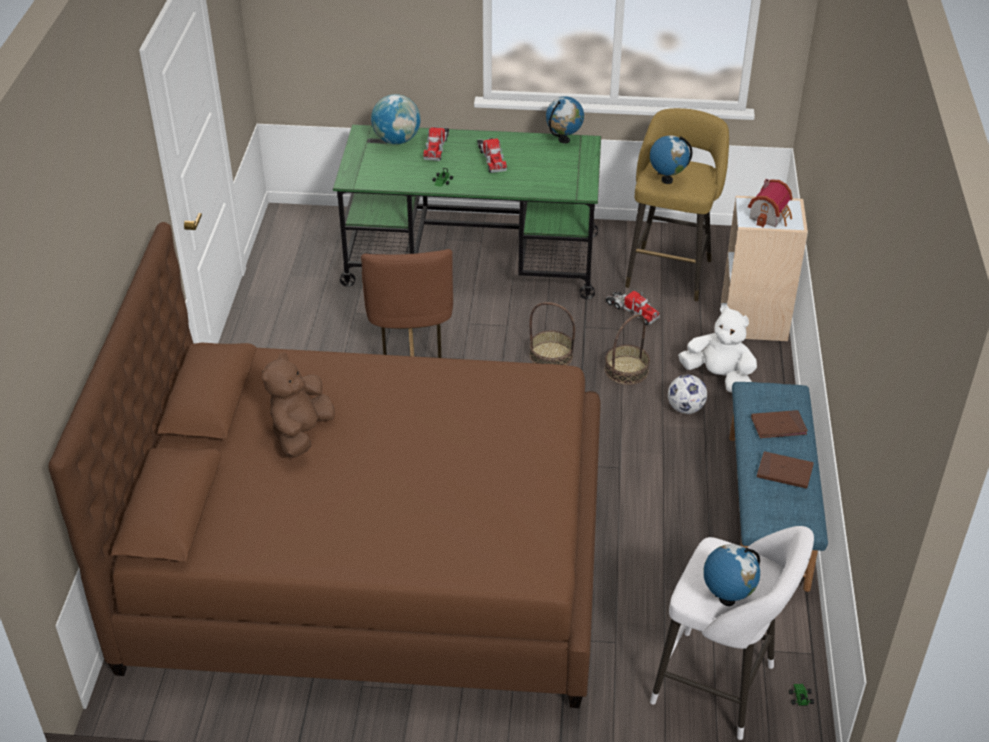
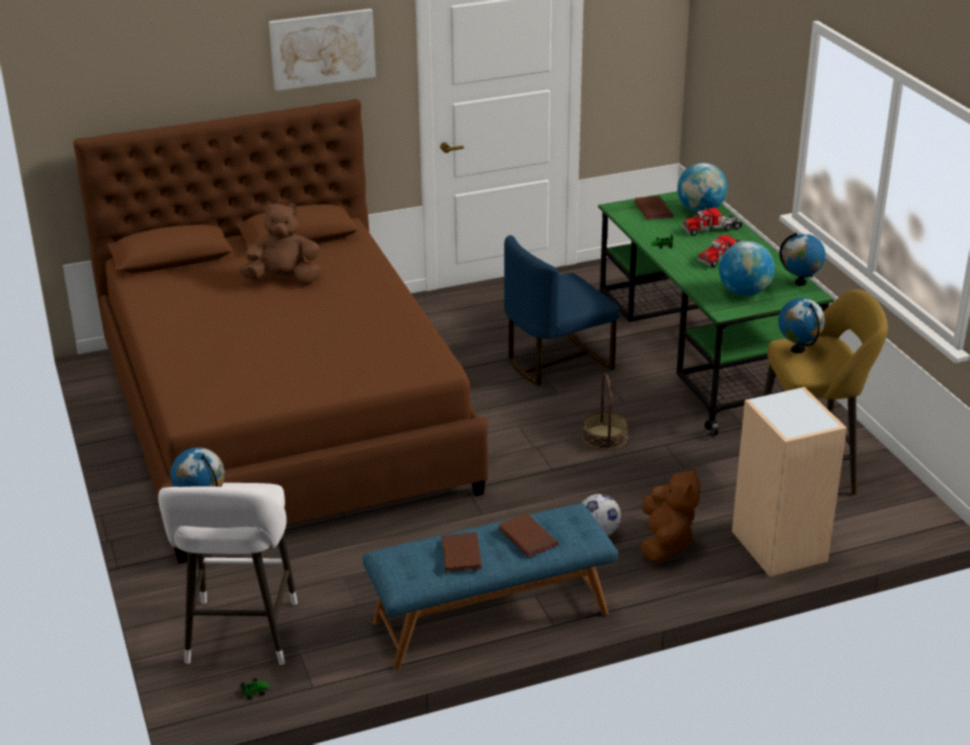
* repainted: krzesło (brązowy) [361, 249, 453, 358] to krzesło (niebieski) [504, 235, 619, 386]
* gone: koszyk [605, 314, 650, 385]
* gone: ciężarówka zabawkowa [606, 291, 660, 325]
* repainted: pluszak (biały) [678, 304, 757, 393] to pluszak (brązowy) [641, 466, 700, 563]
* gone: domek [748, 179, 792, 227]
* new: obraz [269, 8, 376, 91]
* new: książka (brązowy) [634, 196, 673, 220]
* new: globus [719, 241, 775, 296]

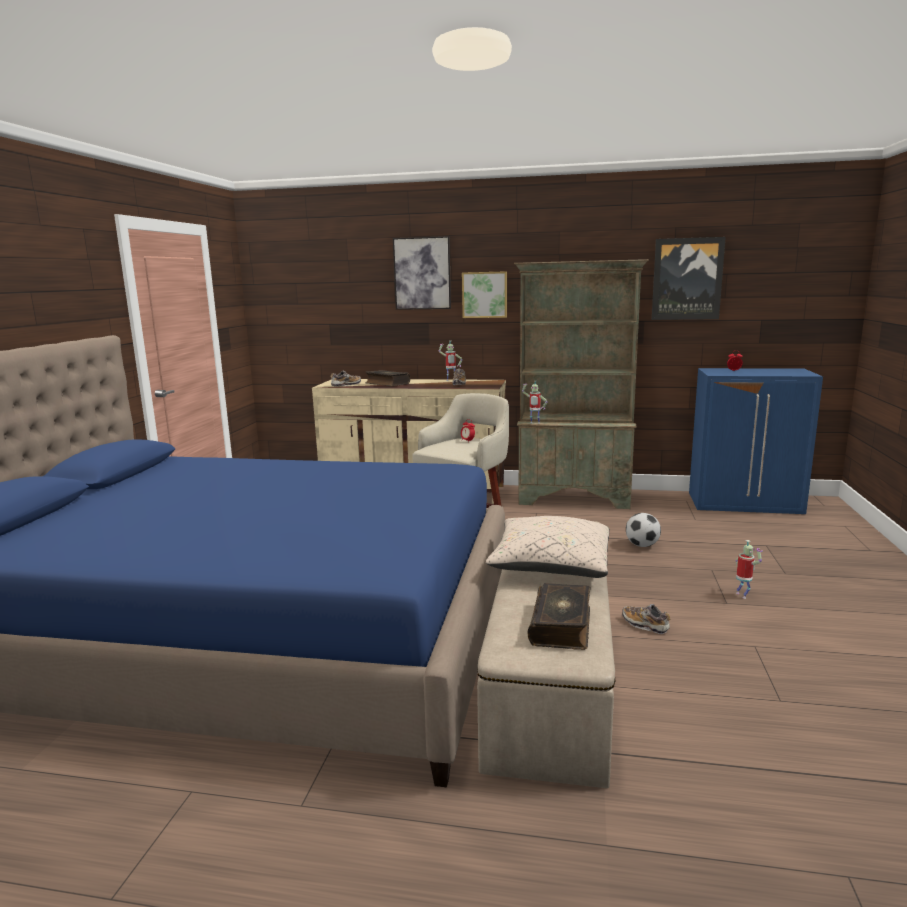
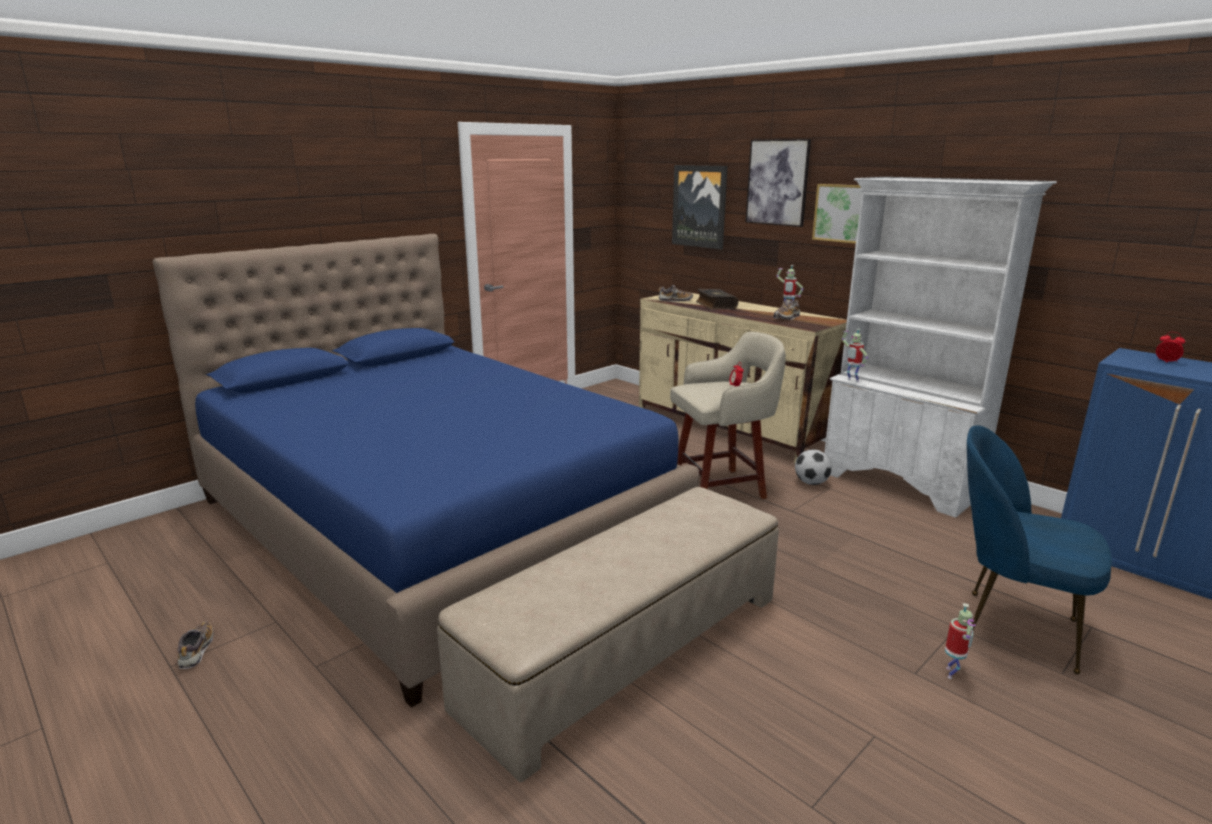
* gone: poduszka (beżowy) [486, 516, 610, 578]
* repainted: regał (zielony) [514, 259, 649, 509] to regał (biały) [824, 177, 1057, 518]
* gone: książka [528, 583, 590, 650]
* shifted: but [622, 604, 670, 634] to [178, 622, 213, 669]
* shifted: piłka futbolowa [626, 513, 661, 547] to [795, 449, 832, 485]
* shifted: obraz [652, 237, 726, 320] to [672, 165, 728, 250]
* new: krzesło (niebieski) [967, 426, 1112, 674]

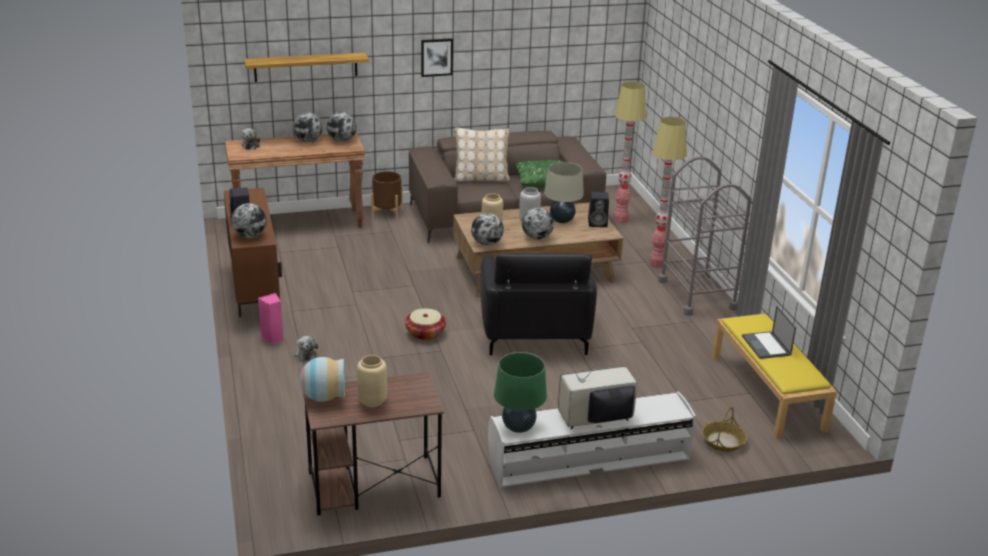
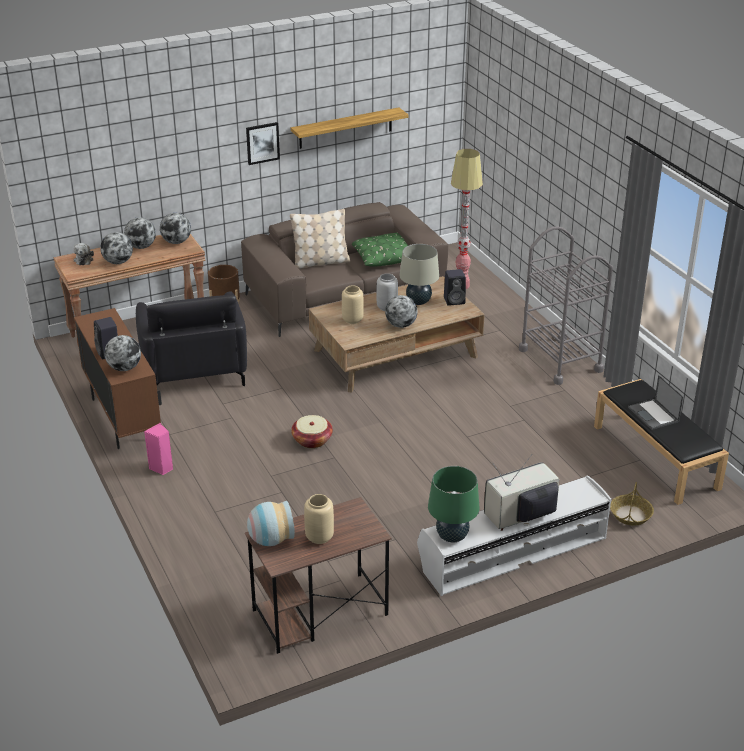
* shifted: półka [244, 52, 369, 82] to [291, 107, 409, 149]
* gone: pluszak [295, 336, 318, 361]
* shifted: globus [471, 213, 504, 246] to [100, 232, 133, 264]
* shifted: fotel (czarny) [480, 253, 597, 355] to [136, 291, 247, 386]
* gone: lampa stojąca [649, 117, 687, 268]
* repainted: ławka (żółty) [712, 313, 837, 439] to ławka (czarny) [594, 379, 729, 505]

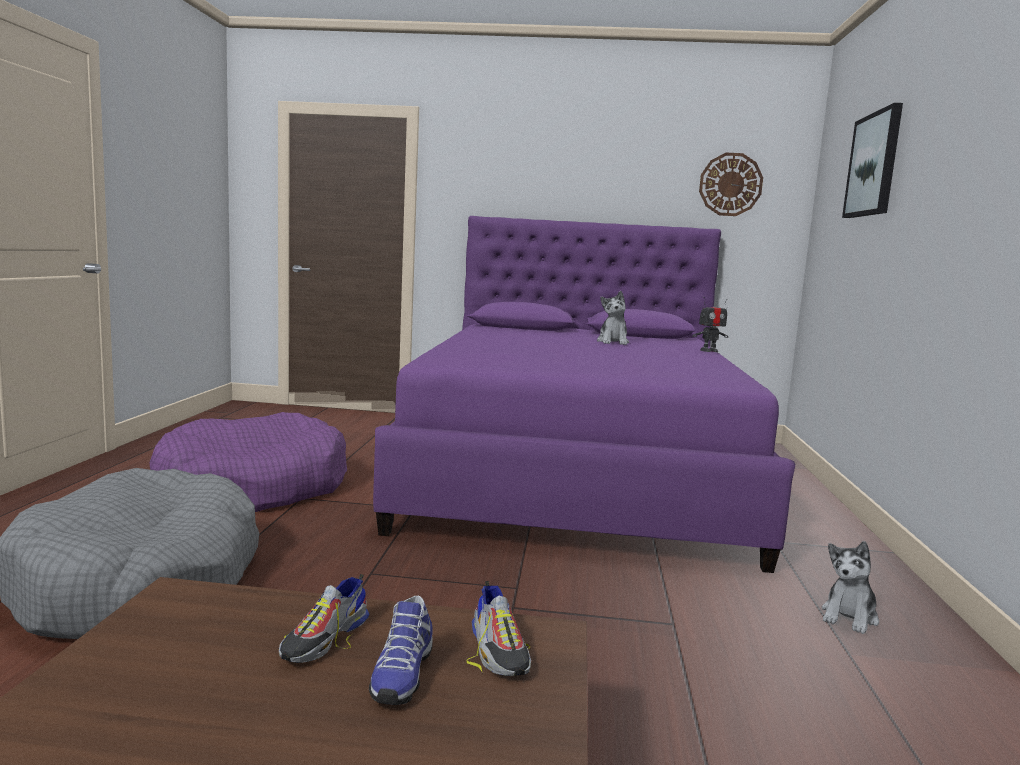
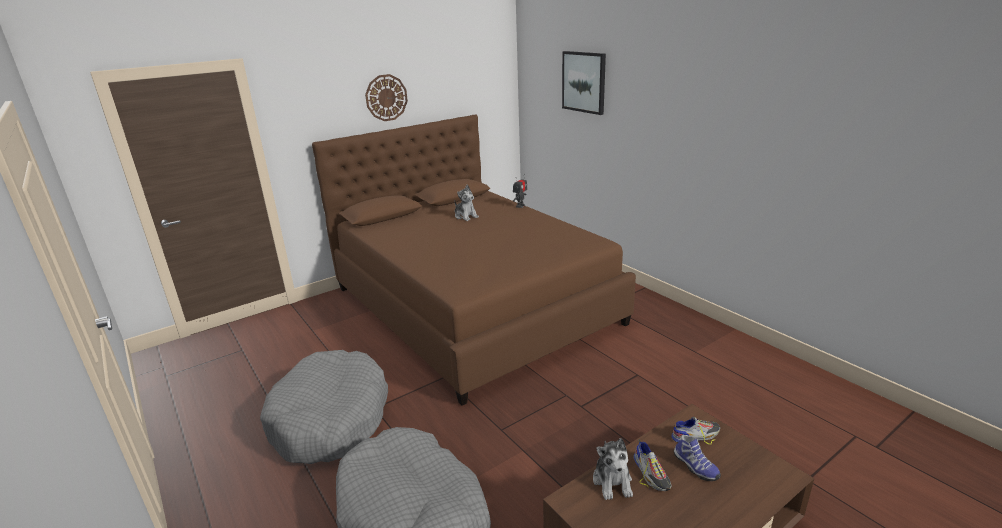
* repainted: legowisko (fioletowy) [149, 412, 347, 512] to legowisko (szary) [260, 350, 388, 464]
* repainted: łóżko (fioletowy) [373, 216, 796, 573] to łóżko (brązowy) [312, 115, 636, 406]
* rotated: but [466, 581, 531, 676] = [671, 417, 720, 445] 45 degrees counterclockwise
* shifted: zegar ścienny [699, 153, 763, 216] to [365, 74, 408, 121]
* shifted: pluszak [822, 541, 879, 634] to [593, 438, 633, 500]

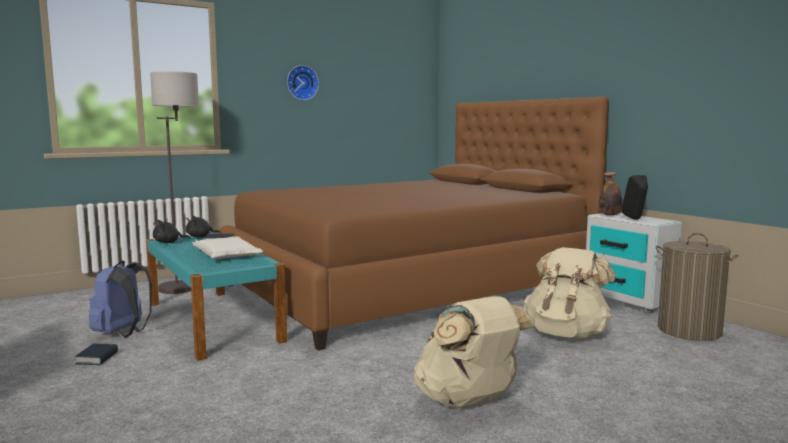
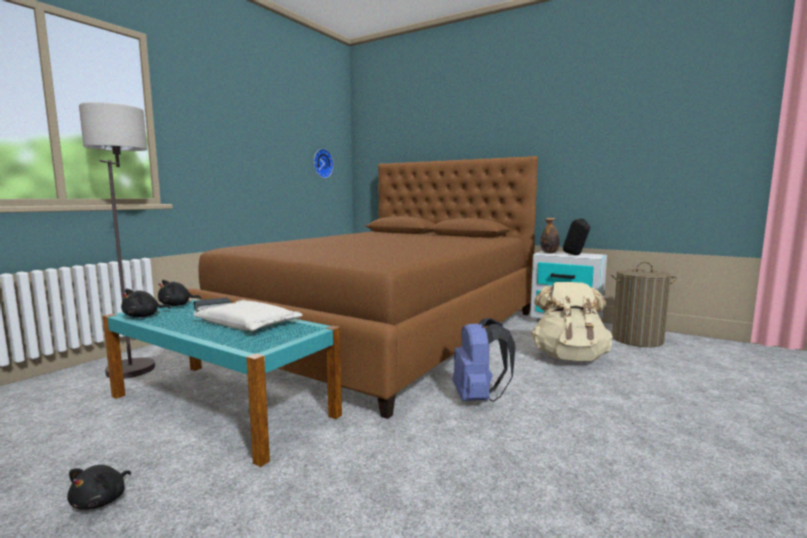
* swapped: książka [75, 344, 118, 365] to pluszak (czarny) [67, 465, 131, 510]
* shifted: plecak (niebieski) [89, 261, 152, 338] to [453, 317, 515, 402]
* shifted: zegar ścienny [287, 65, 319, 100] to [314, 149, 334, 178]
* gone: plecak (beżowy) [413, 297, 535, 408]

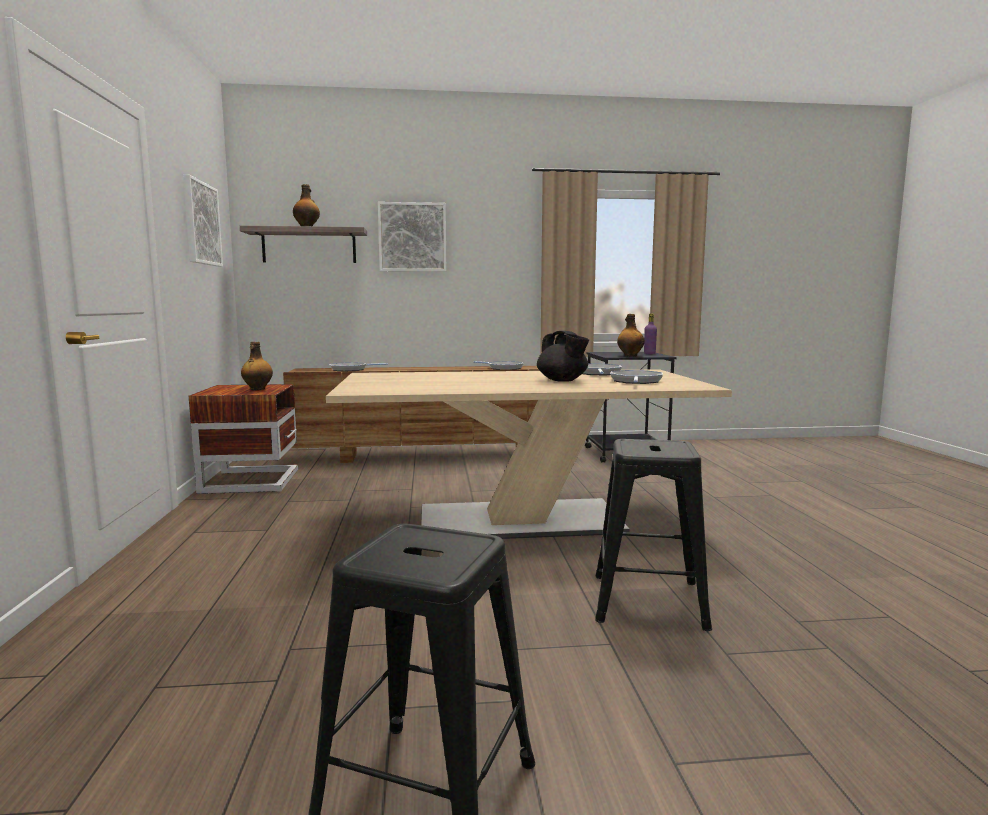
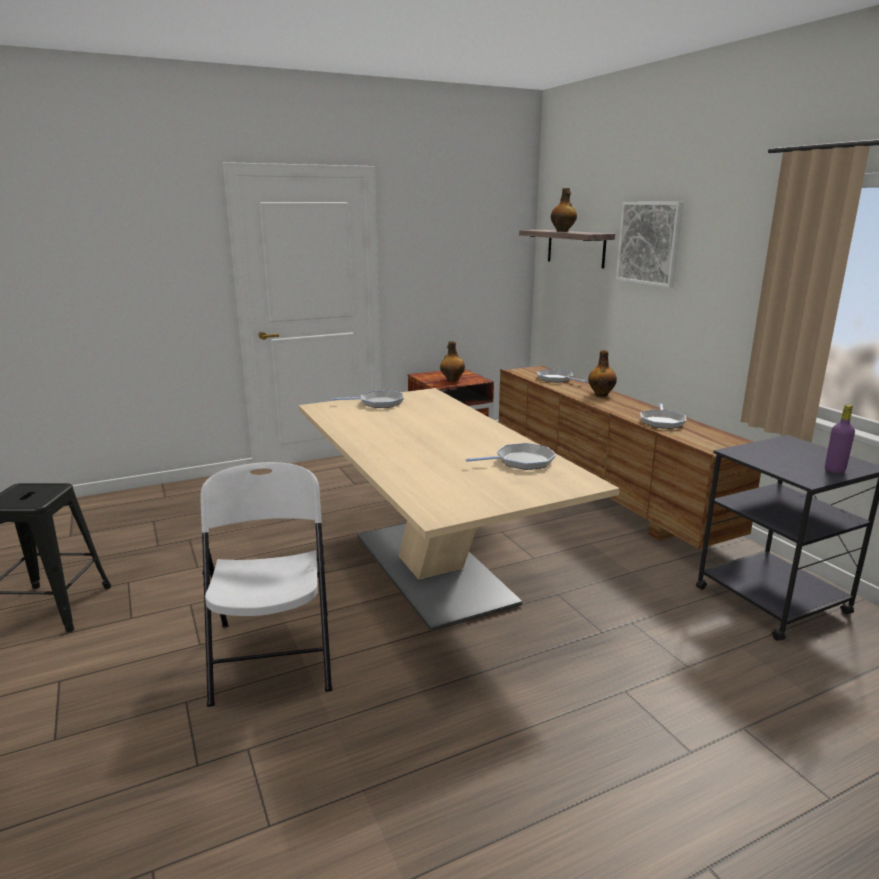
* gone: obraz [183, 174, 223, 267]
* gone: imbryk (czarny) [537, 331, 589, 382]
* swapped: stołek (czarny) [595, 439, 712, 631] to krzesło (biały) [200, 462, 332, 707]
* shifted: patelnia [610, 370, 663, 384] to [333, 390, 404, 408]
* shifted: butelka [617, 314, 645, 357] to [588, 350, 617, 397]

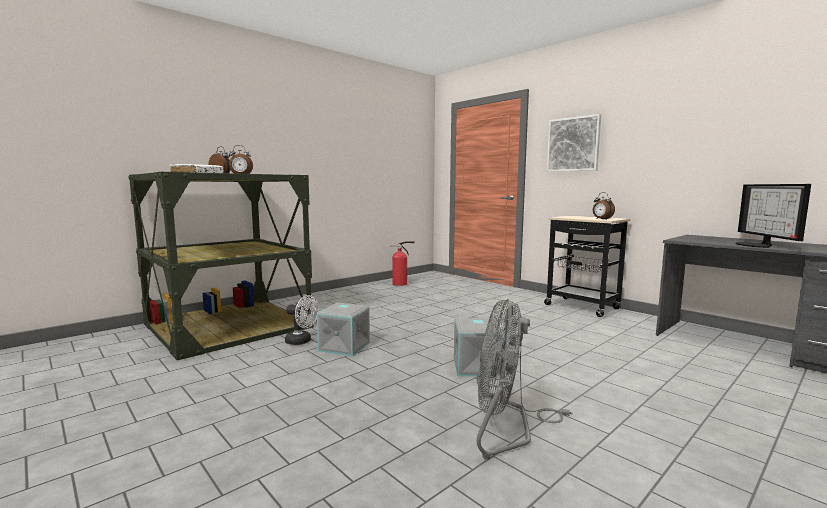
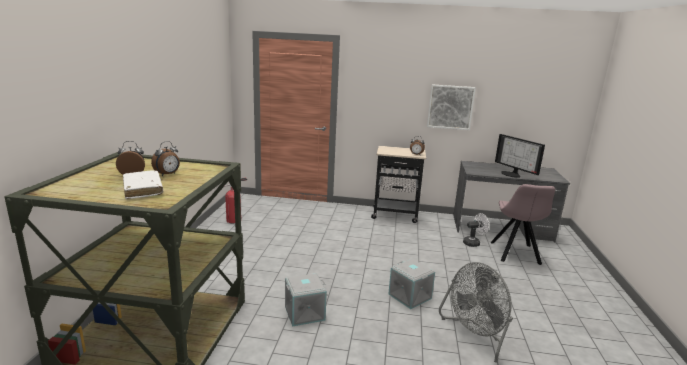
* shifted: wentylator (biały) [285, 295, 319, 345] to [463, 213, 489, 247]
* shifted: obraz [547, 114, 601, 172] to [427, 84, 476, 130]
* new: krzesło (różowy) [490, 184, 555, 265]

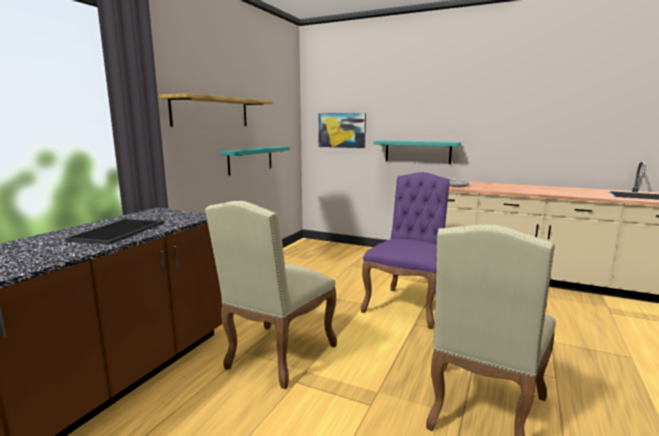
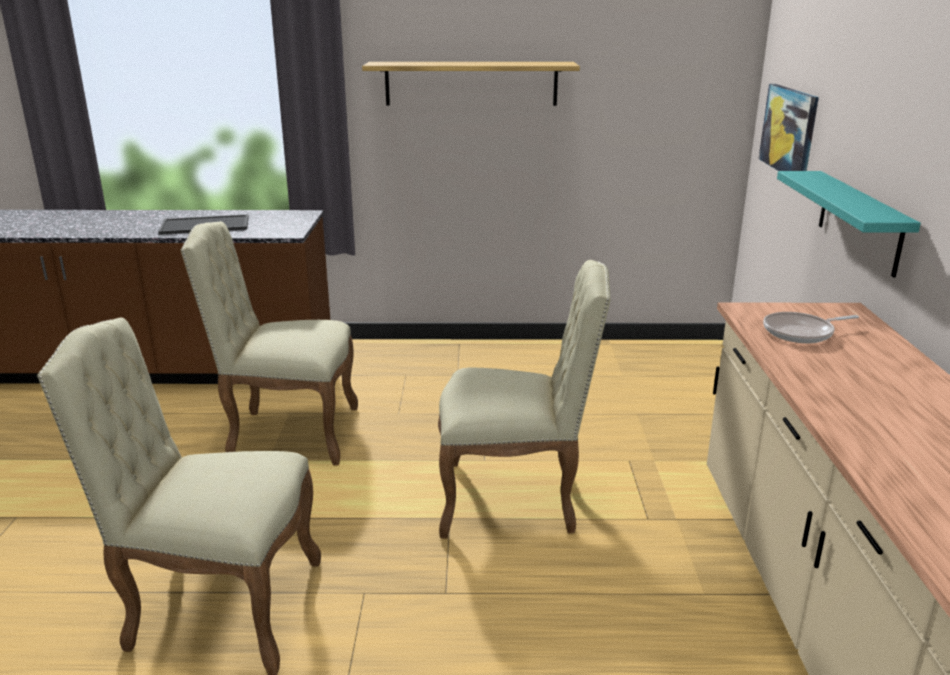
* gone: półka (turkusowy) [221, 146, 290, 176]
* repainted: krzesło (fioletowy) [361, 172, 450, 329] to krzesło (beżowy) [438, 260, 611, 539]

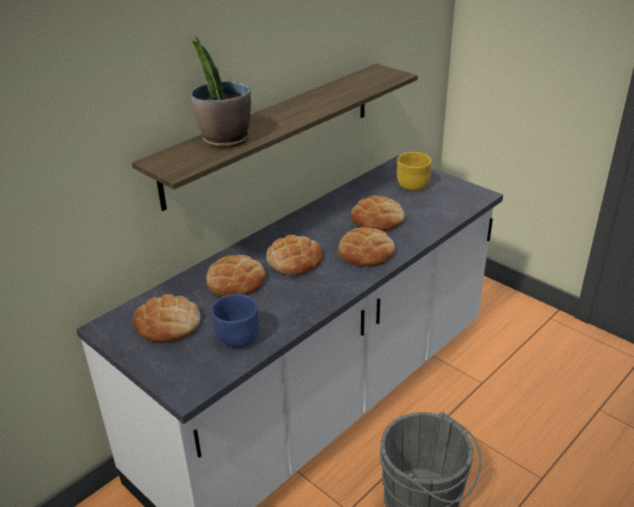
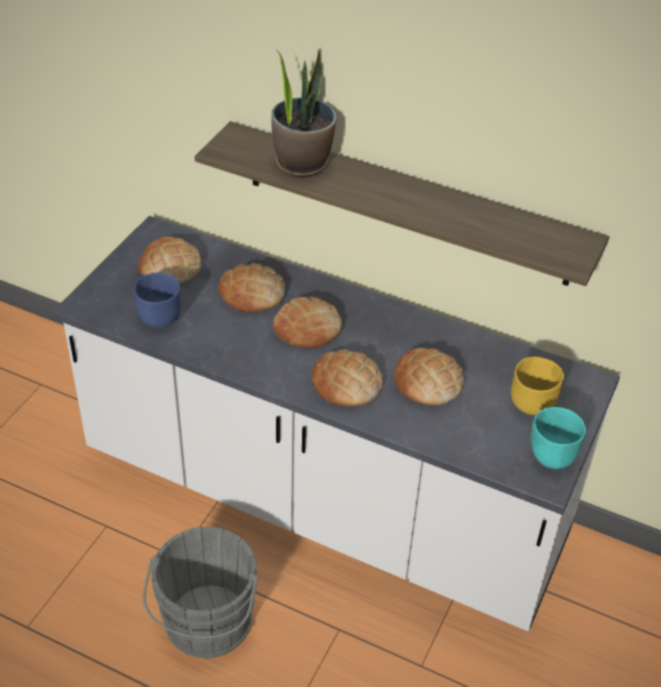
* new: miska (turkusowy) [531, 407, 586, 469]

